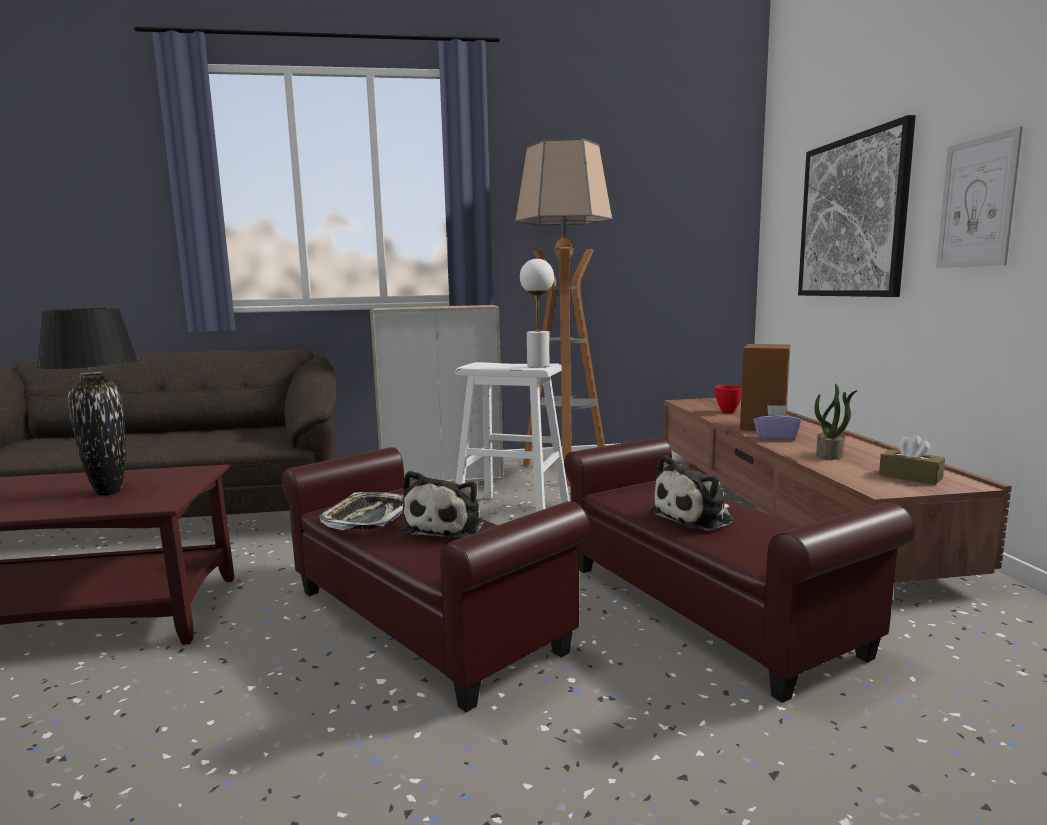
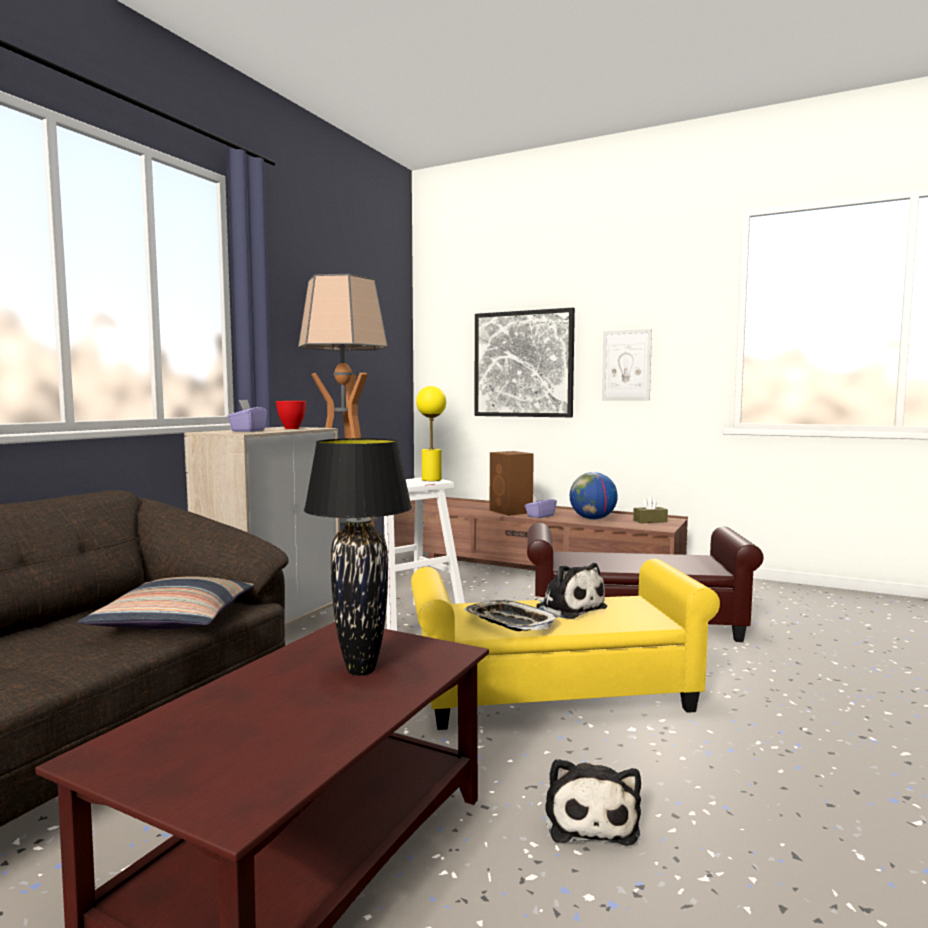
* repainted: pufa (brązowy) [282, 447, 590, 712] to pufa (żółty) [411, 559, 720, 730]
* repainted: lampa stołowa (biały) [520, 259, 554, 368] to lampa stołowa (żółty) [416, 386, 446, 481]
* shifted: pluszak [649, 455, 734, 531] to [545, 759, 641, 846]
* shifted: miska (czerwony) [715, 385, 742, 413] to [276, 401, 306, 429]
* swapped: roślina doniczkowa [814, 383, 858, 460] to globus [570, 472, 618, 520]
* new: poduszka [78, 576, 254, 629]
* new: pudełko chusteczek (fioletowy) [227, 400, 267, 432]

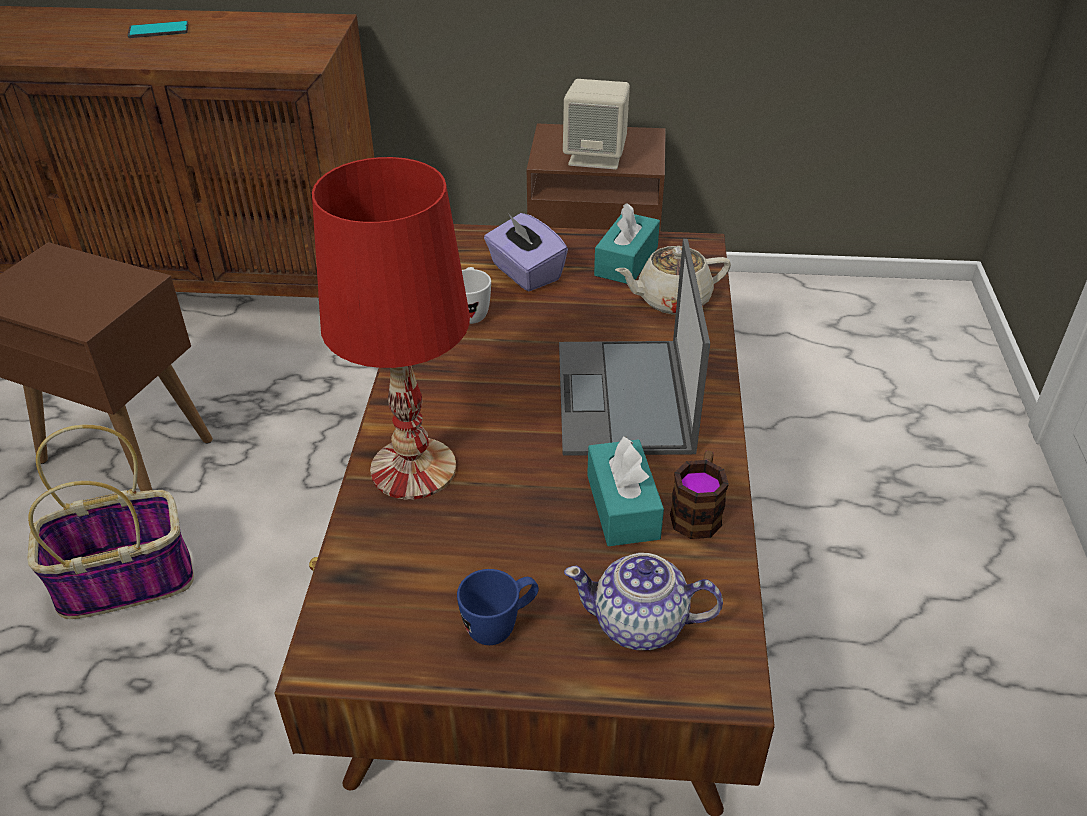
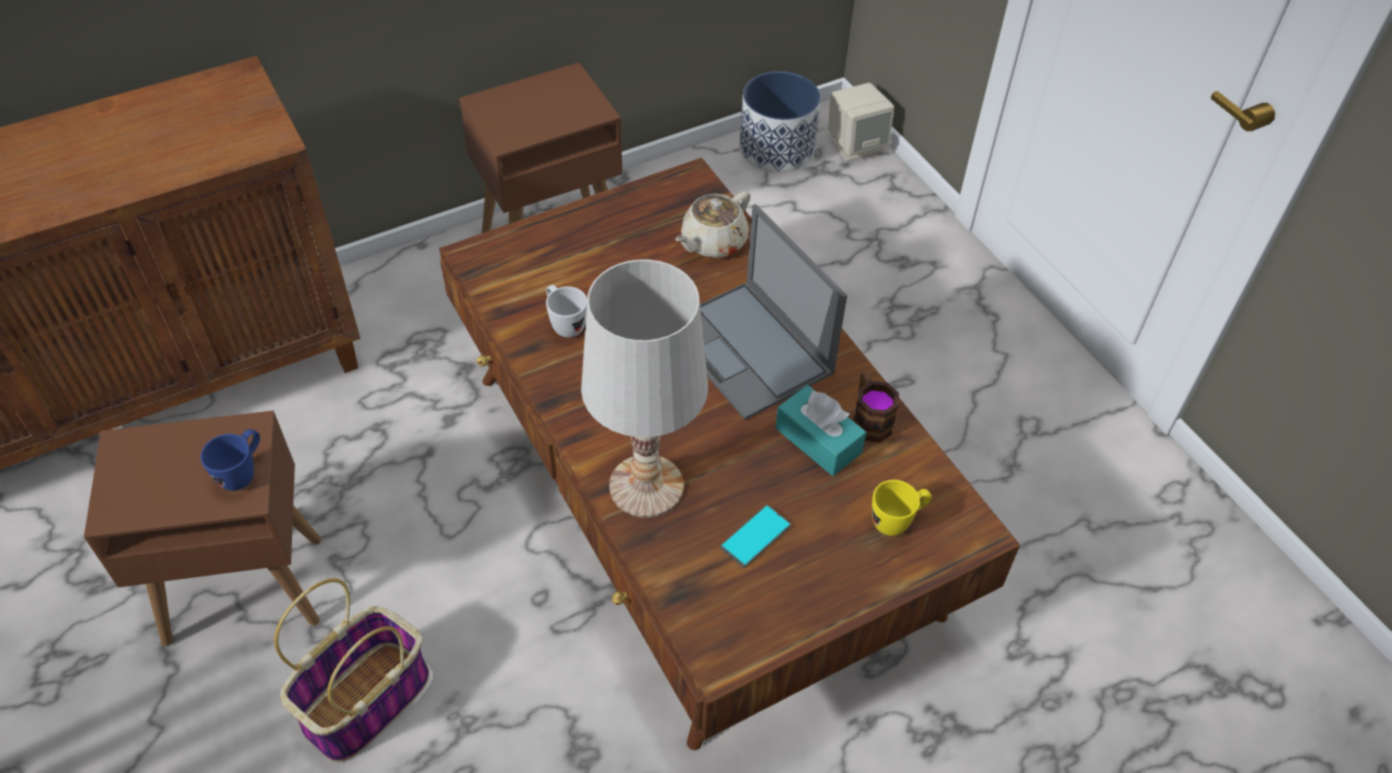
* shifted: telefon [128, 21, 188, 38] to [720, 505, 791, 568]
* repainted: lampa stołowa (czerwony) [312, 157, 470, 499] to lampa stołowa (biały) [581, 259, 708, 518]
* shifted: kubek (niebieski) [457, 569, 539, 645] to [201, 429, 260, 491]
* gone: pudełko chusteczek (fioletowy) [484, 213, 568, 291]
* shifted: głośnik (beżowy) [563, 79, 630, 170] to [828, 83, 894, 161]
* swapped: imbryk [564, 553, 723, 650] to kubek (żółty) [872, 480, 932, 536]
* gone: pudełko chusteczek (turkusowy) [594, 203, 660, 284]
* new: donica [740, 71, 821, 173]

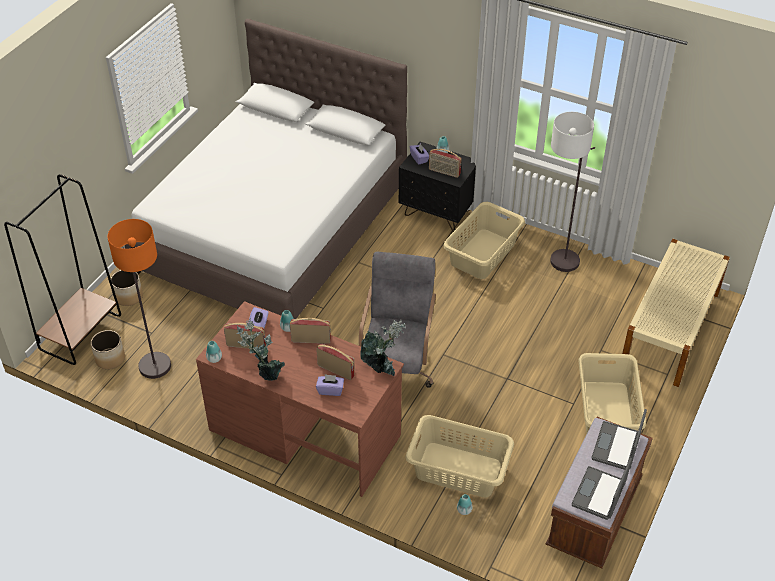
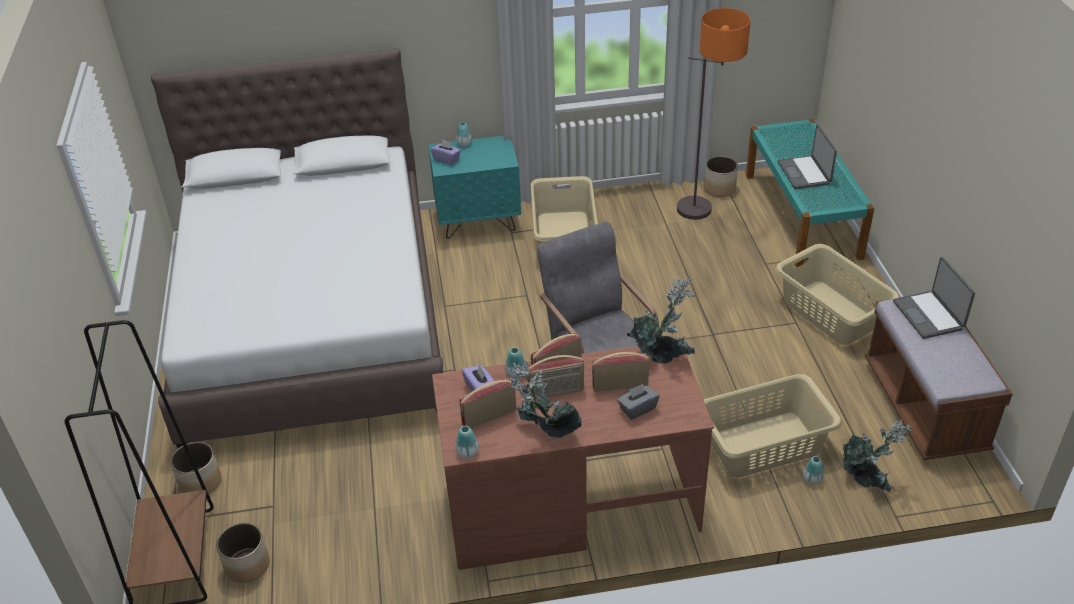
* shifted: lampa stojąca (pomarańczowy) [107, 219, 171, 379] to [677, 8, 751, 220]
* repainted: pudełko chusteczek (fioletowy) [316, 374, 344, 396] to pudełko chusteczek (szary) [617, 384, 660, 420]
* repainted: szafka nocna (czarny) [399, 142, 476, 232] to szafka nocna (turkusowy) [428, 136, 521, 239]
* shifted: radio [429, 149, 462, 178] to [527, 355, 584, 399]
* gone: lampa stojąca (biały) [550, 112, 595, 272]
* shifted: laptop [572, 458, 632, 520] to [778, 125, 837, 189]
* repainted: ławka (beżowy) [622, 239, 730, 387] to ławka (turkusowy) [746, 119, 874, 268]
* new: donica [704, 156, 738, 197]
* new: roślina doniczkowa [843, 420, 912, 492]

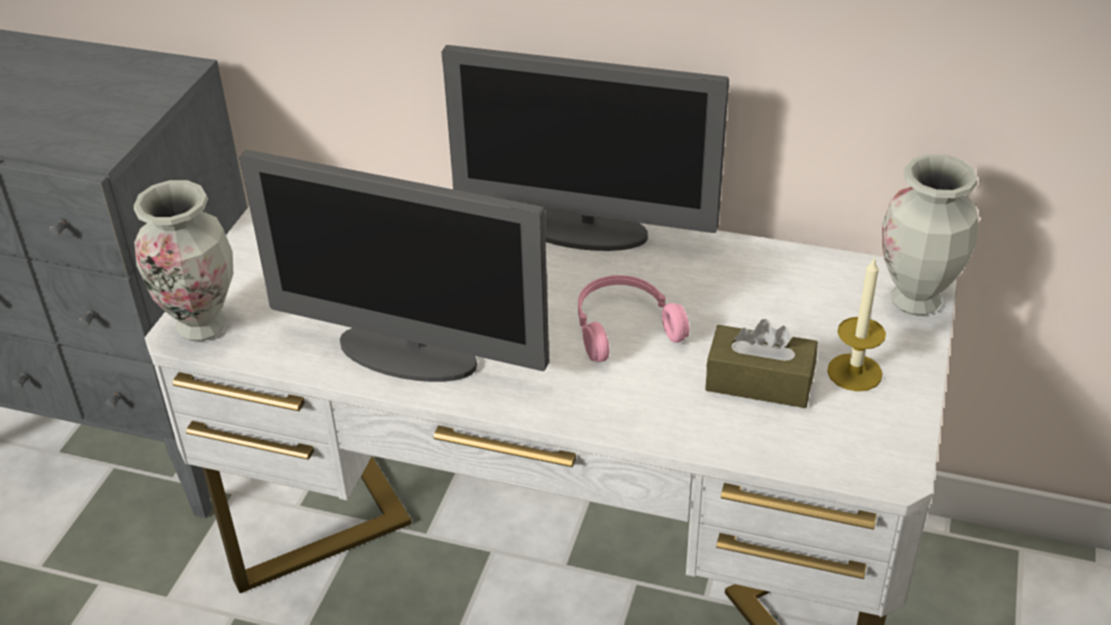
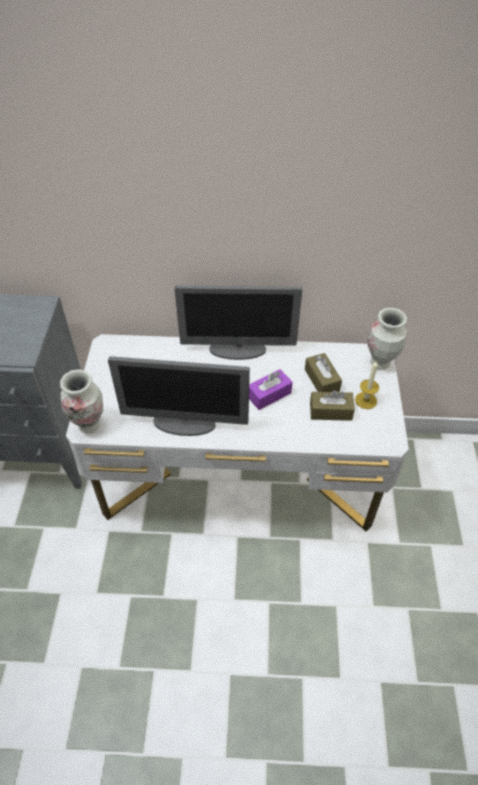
* swapped: słuchawki (różowy) [578, 275, 689, 362] to pudełko chusteczek (fioletowy) [249, 369, 293, 410]
* new: pudełko chusteczek (brązowy) [305, 353, 342, 392]

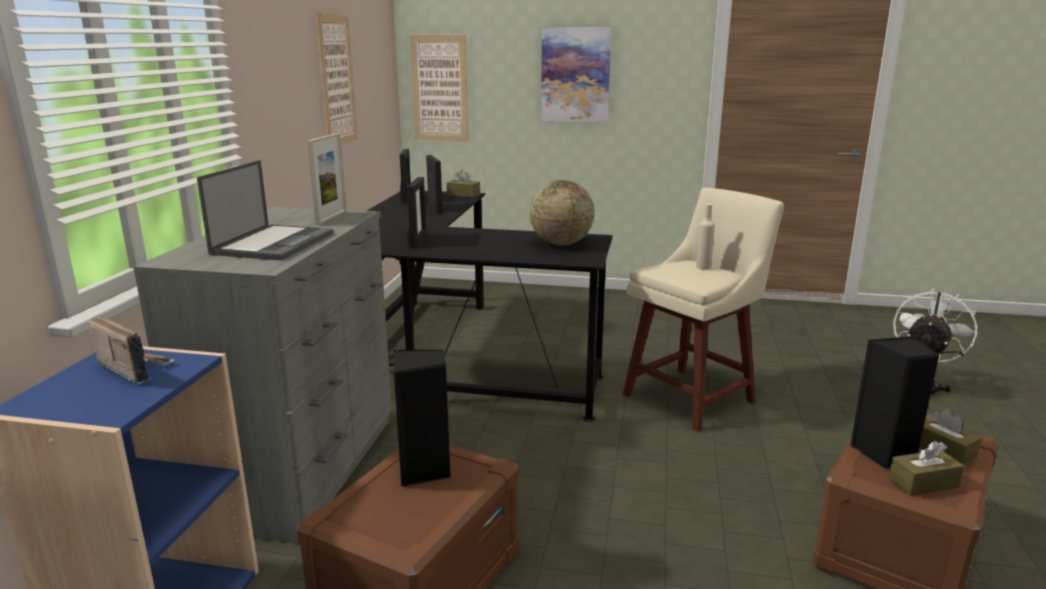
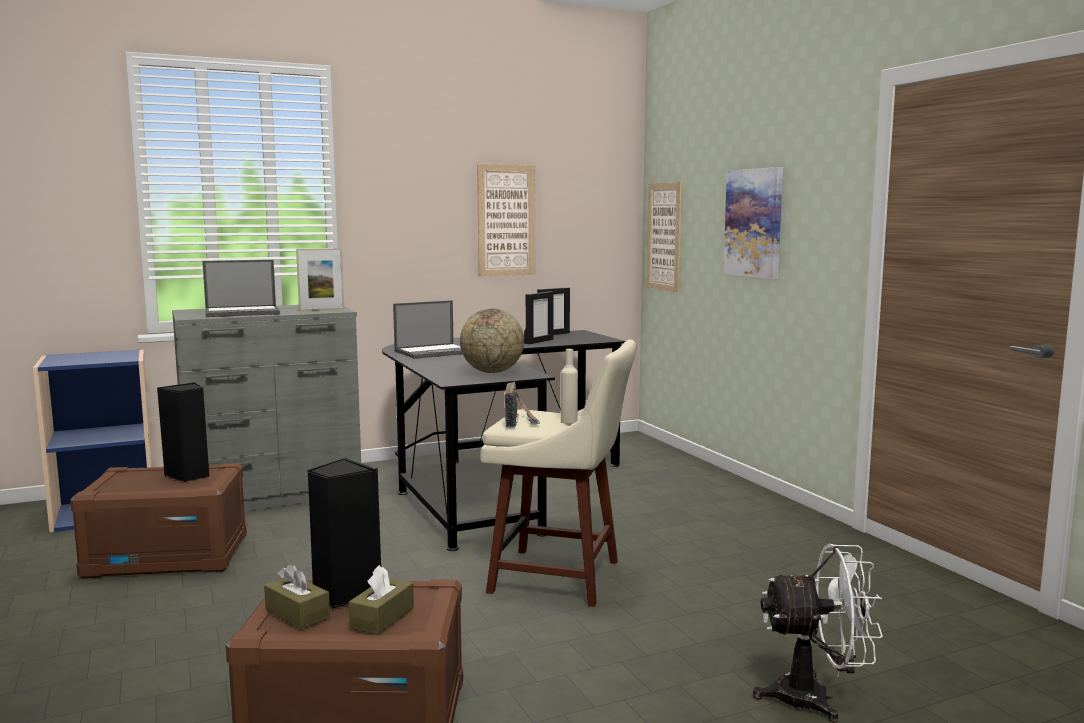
* shifted: radio [87, 315, 176, 384] to [504, 382, 540, 428]
* swapped: ramka na zdjęcie [407, 177, 427, 247] to laptop [393, 300, 463, 359]
* gone: pudełko chusteczek (brązowy) [446, 170, 480, 198]

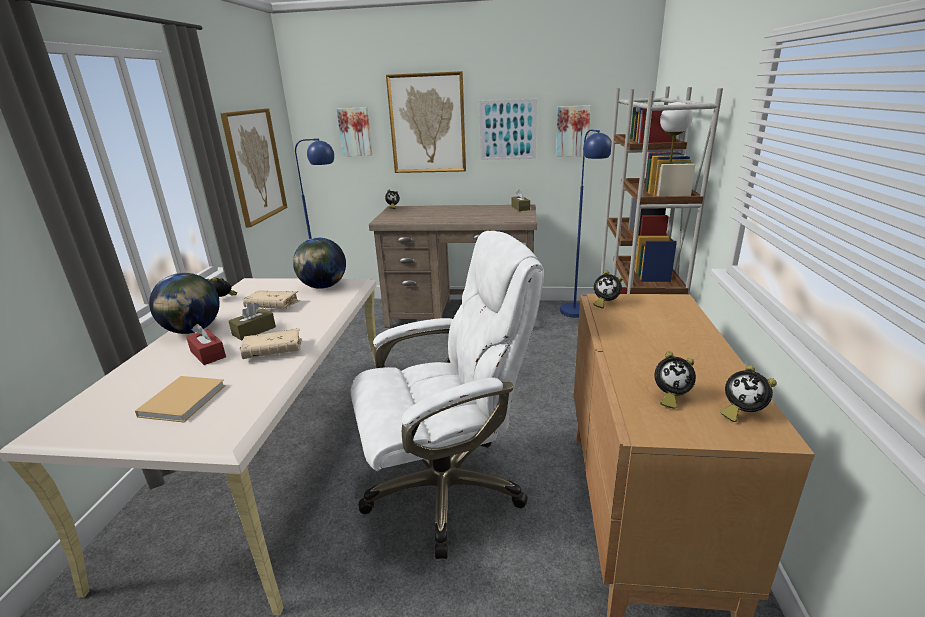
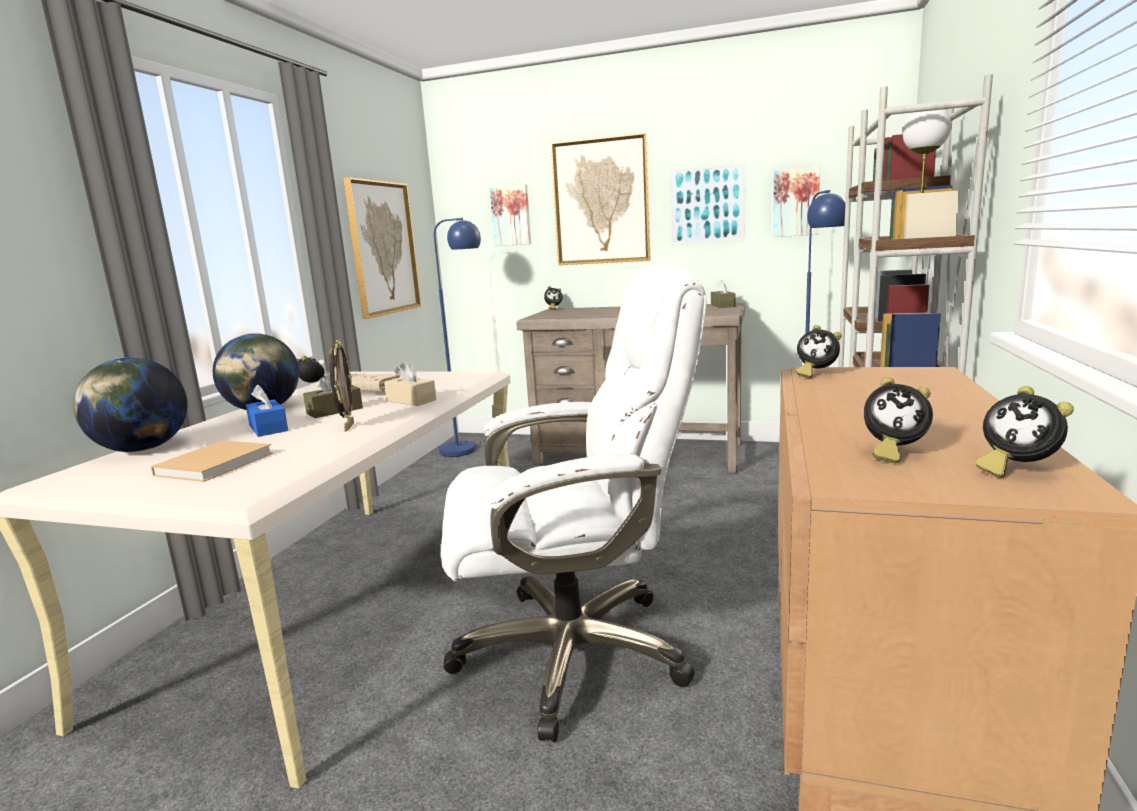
* repainted: pudełko chusteczek (czerwony) [186, 324, 226, 365] to pudełko chusteczek (niebieski) [246, 385, 288, 437]
* swapped: książka (beżowy) [240, 328, 302, 359] to ramka na zdjęcie [329, 340, 354, 431]
* shifted: globus [293, 238, 346, 289] to [73, 358, 188, 452]
* new: pudełko chusteczek (beżowy) [384, 362, 436, 406]

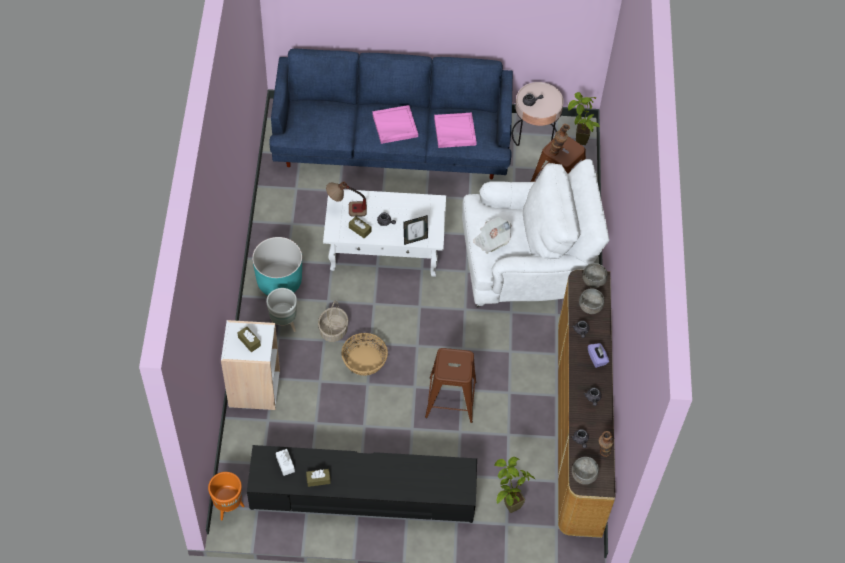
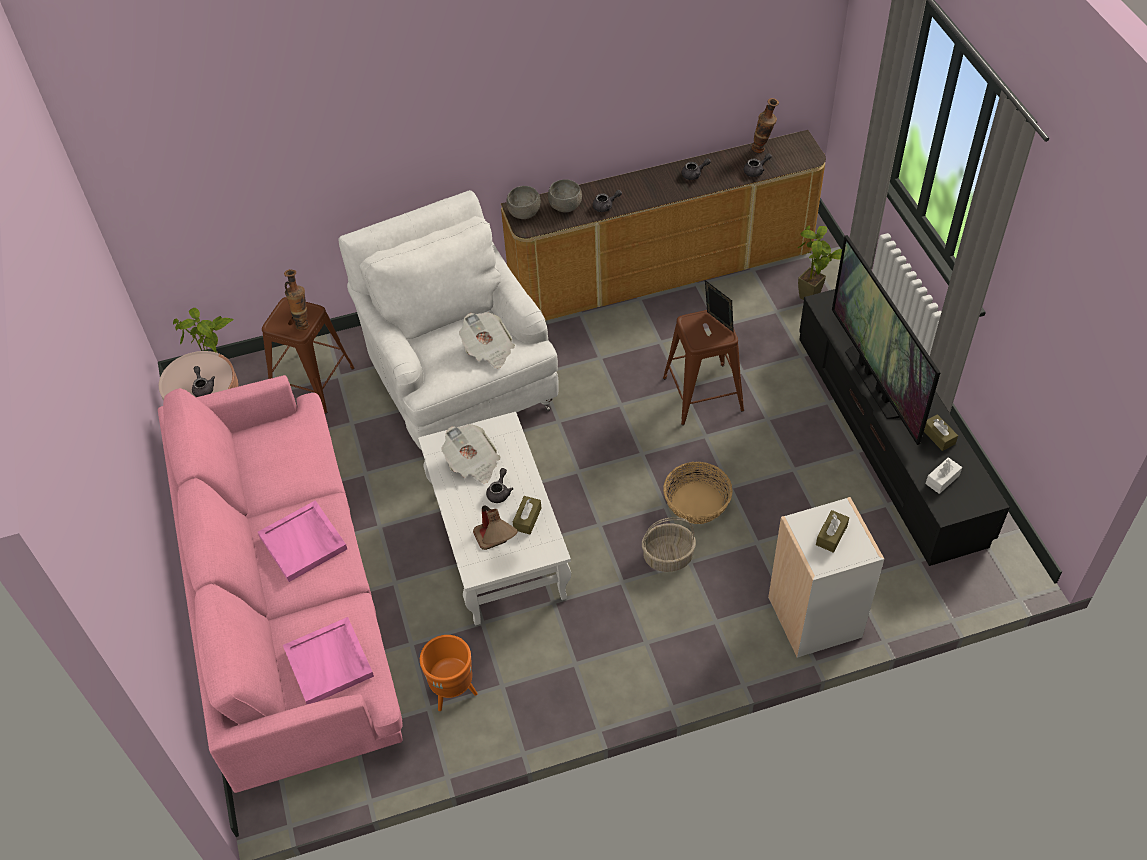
* shifted: donica (pomarańczowy) [208, 472, 245, 521] to [420, 635, 478, 711]
* gone: donica (turkusowy) [252, 237, 302, 295]
* gone: donica (szary) [266, 288, 297, 332]
* repainted: kanapa (niebieski) [269, 49, 513, 179] to kanapa (różowy) [158, 375, 403, 793]
* shifted: ramka na zdjęcie [403, 215, 428, 245] to [705, 280, 734, 332]
* shifted: taca (różowy) [434, 113, 477, 148] to [283, 617, 374, 704]
* gone: miska (szary) [572, 457, 599, 485]
* gone: pudełko chusteczek (fioletowy) [588, 343, 609, 368]
* new: gazeta [441, 424, 500, 484]
* new: telewizor [832, 235, 941, 445]

